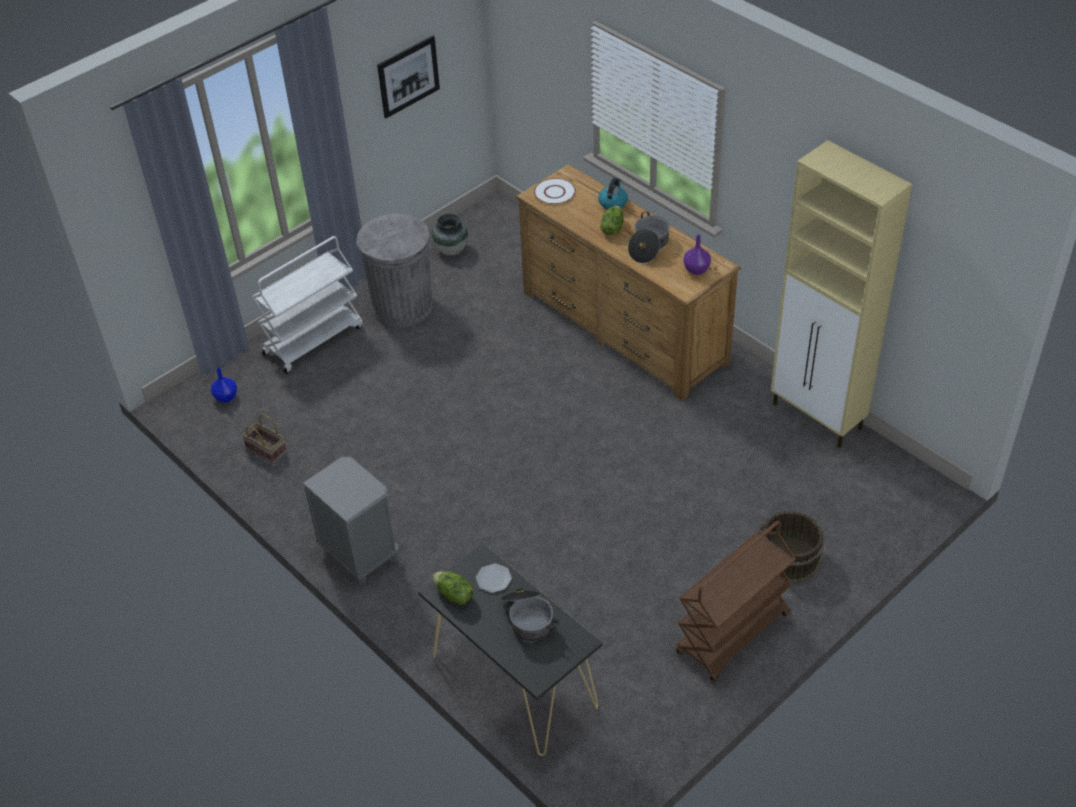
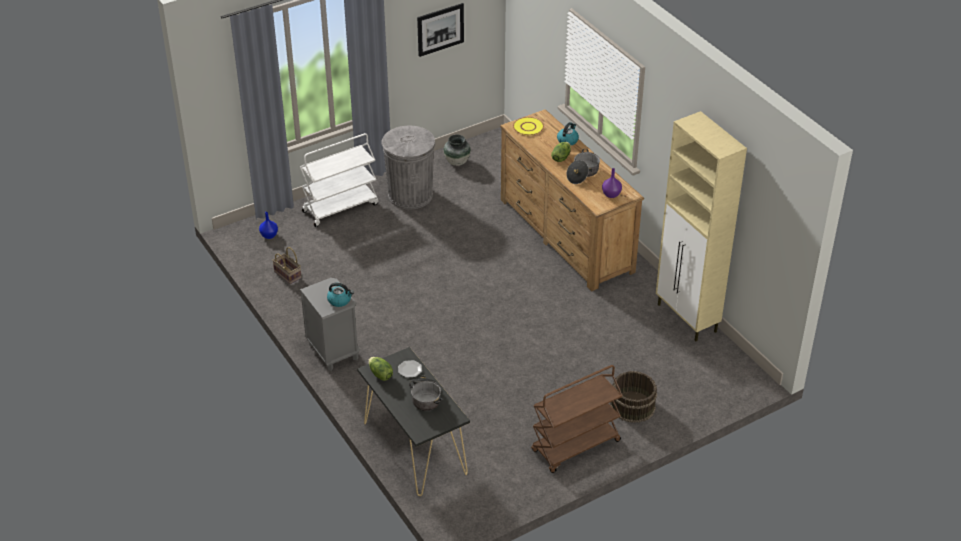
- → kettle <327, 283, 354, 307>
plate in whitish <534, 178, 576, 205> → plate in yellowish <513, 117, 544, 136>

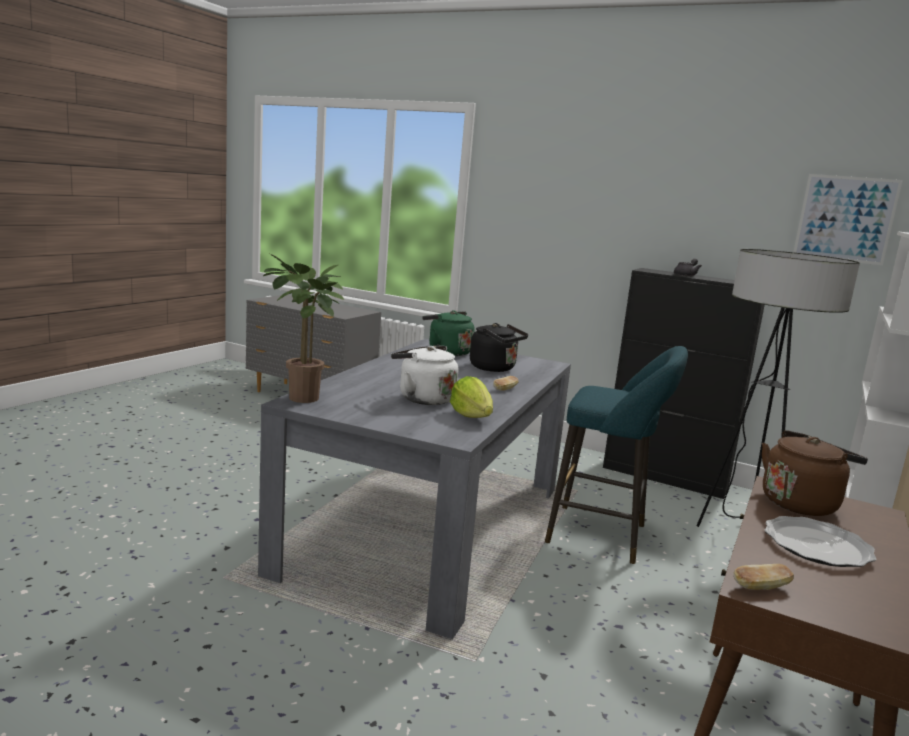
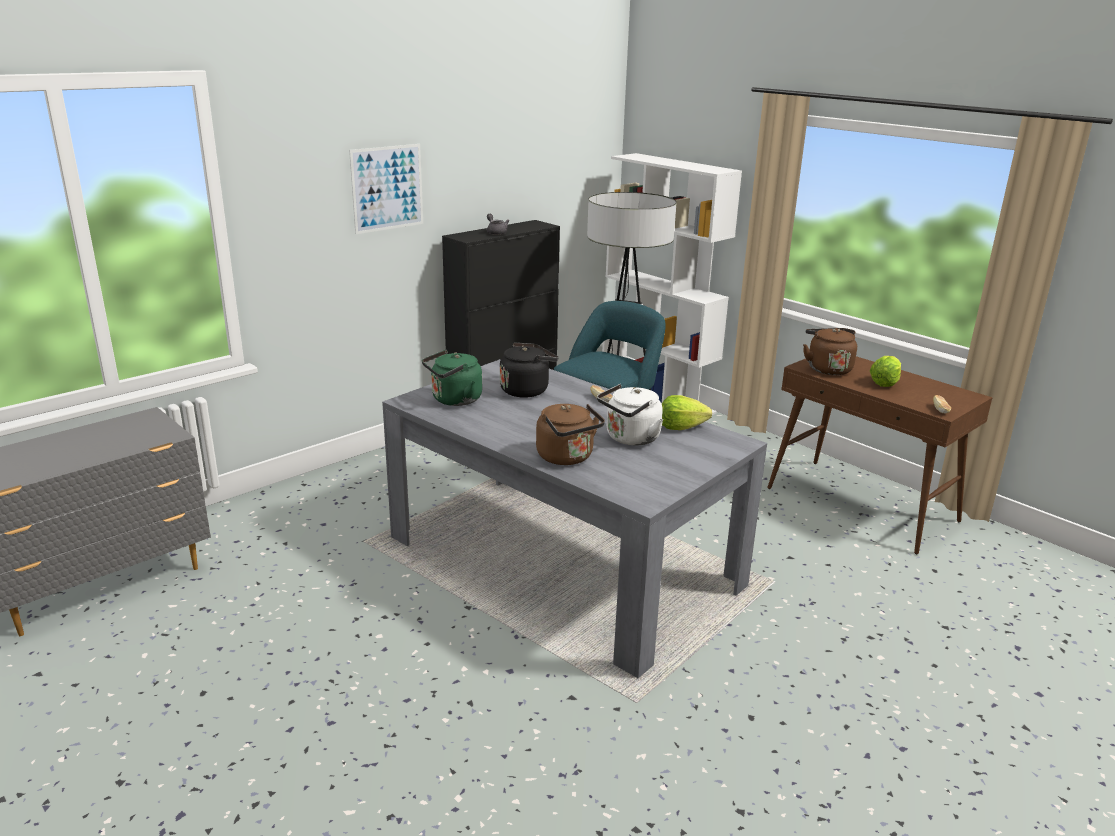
picture <793, 174, 903, 265> → picture <349, 144, 423, 234>, relocated
- → kettle in brown <536, 404, 605, 465>
plate <765, 516, 877, 567> → head of lettuce <870, 356, 901, 387>
plant in a pot <263, 254, 344, 403> → -

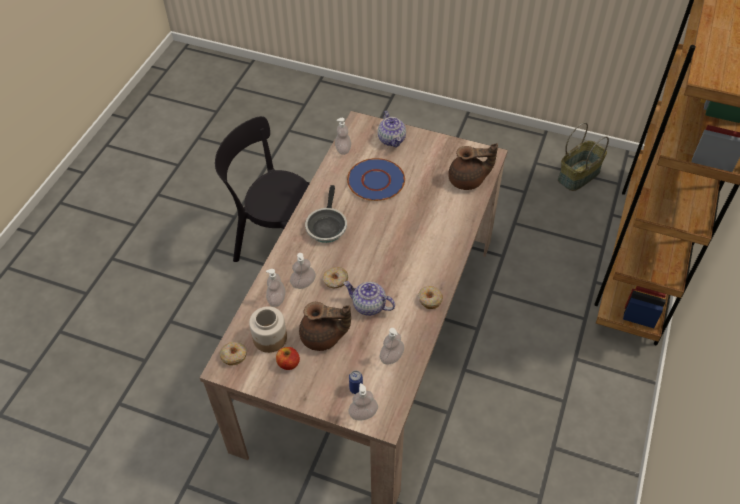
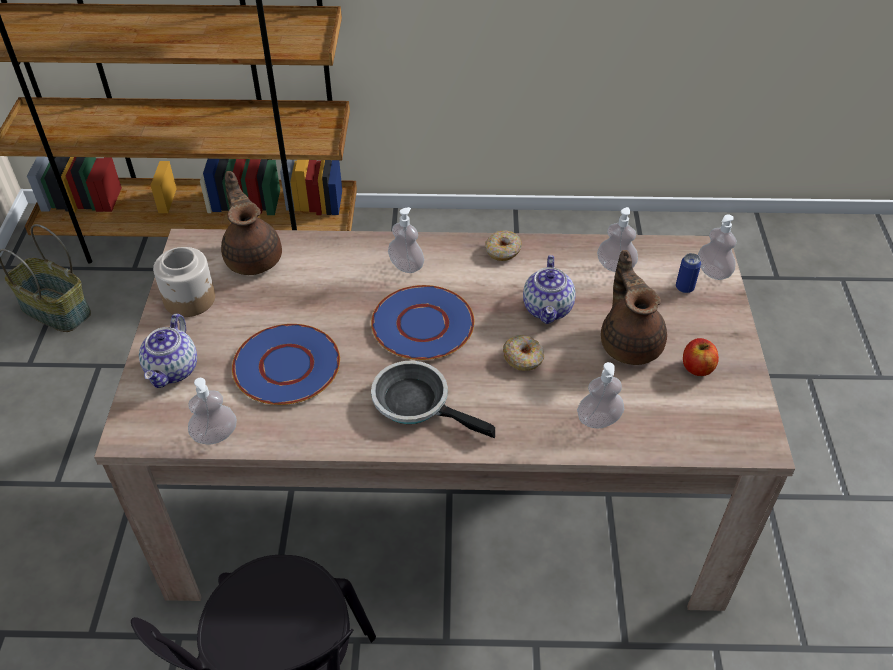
tea pot <378, 111, 406, 147> → tea pot <139, 314, 197, 388>, 135 degrees clockwise
jar <249, 306, 287, 353> → jar <153, 247, 215, 317>, relocated
- → plate in bluish <371, 285, 475, 360>
pan <305, 185, 347, 243> → pan <371, 361, 495, 438>, 135 degrees counterclockwise
soap bottle <290, 253, 316, 289> → soap bottle <388, 207, 424, 273>, relocated
donut <220, 342, 247, 365> → -

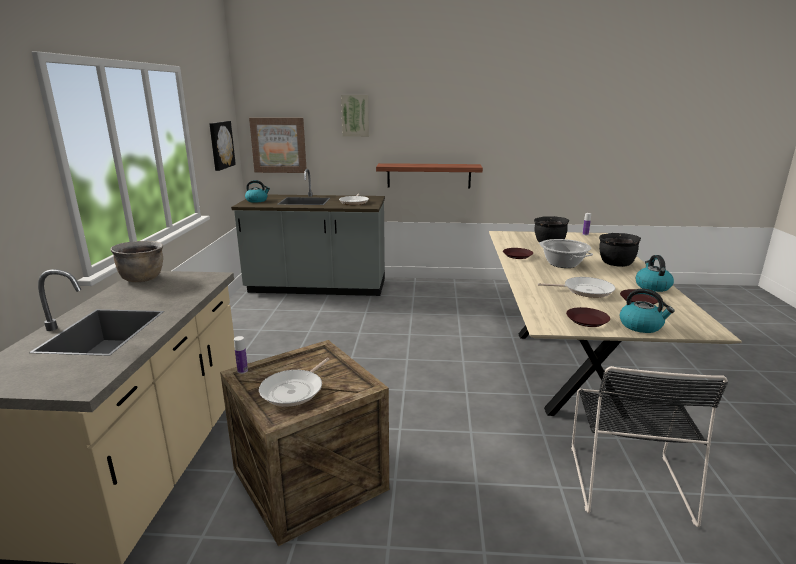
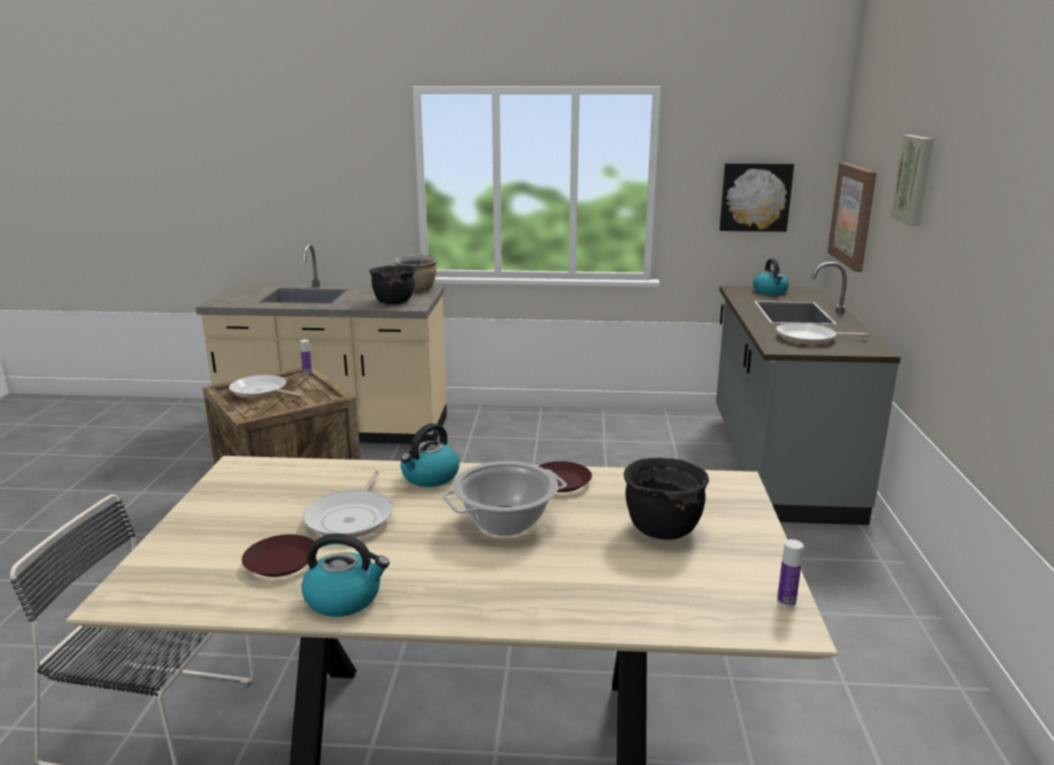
saucepot in black <599, 233, 641, 267> → saucepot in black <369, 266, 415, 304>, relocated
kettle <620, 288, 675, 333> → kettle <400, 423, 460, 487>, relocated
shelf <376, 163, 483, 188> → -
plate in brown <566, 307, 610, 327> → -

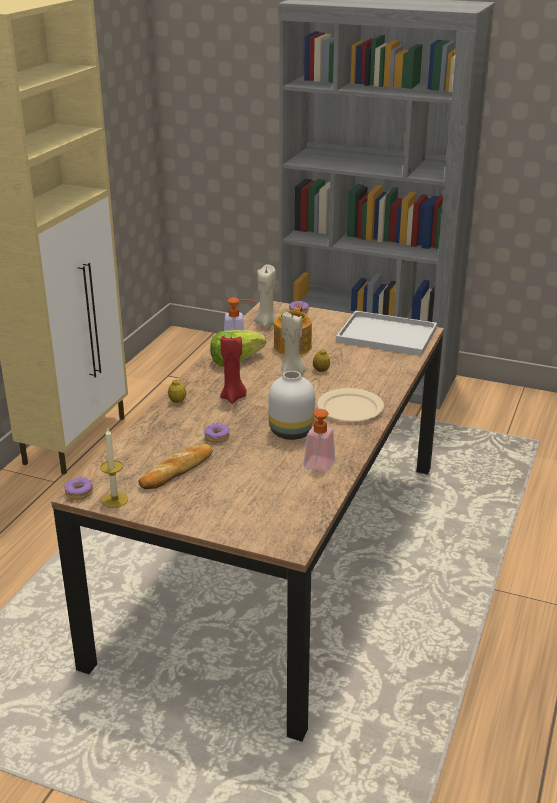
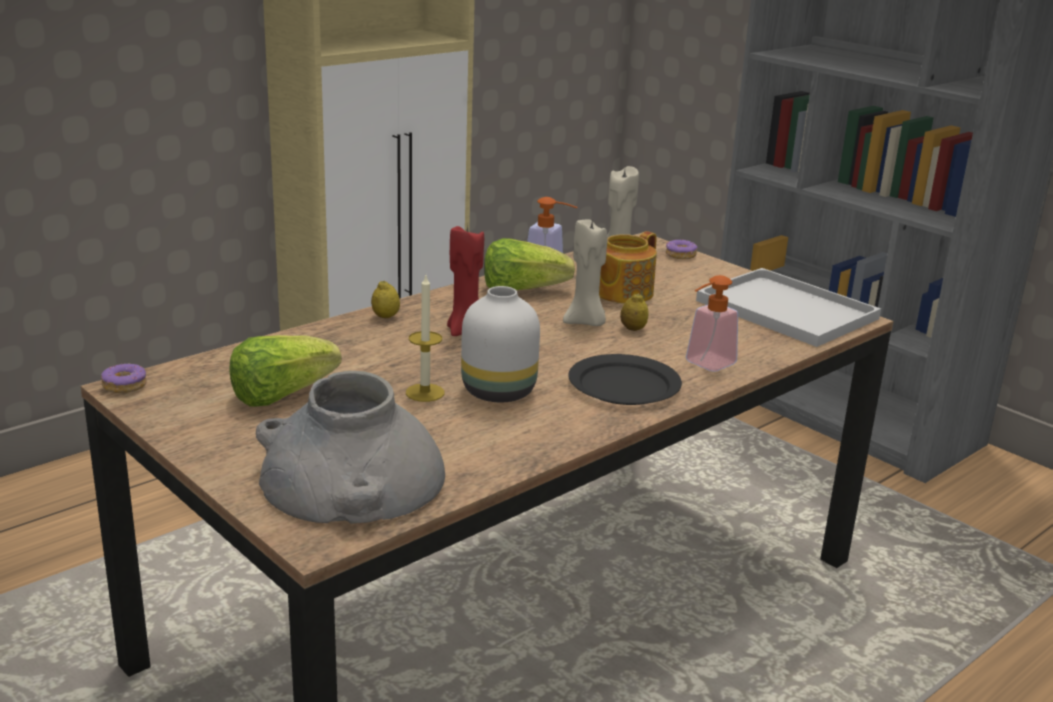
bakery bread <138, 444, 213, 489> → head of lettuce <230, 335, 342, 407>
- → vase in greyish <256, 371, 445, 524>
wax candle <100, 429, 128, 508> → wax candle <406, 275, 444, 402>, relocated
plate in beige-coloured <317, 388, 384, 421> → plate in black <568, 354, 682, 405>
soap bottle <304, 409, 335, 472> → soap bottle <686, 275, 738, 372>, relocated
donut <204, 423, 230, 443> → -

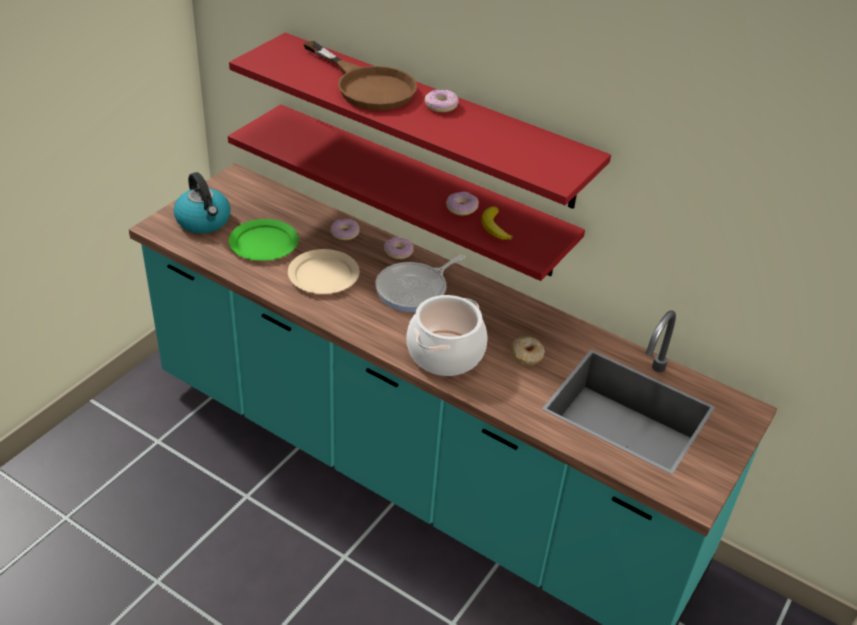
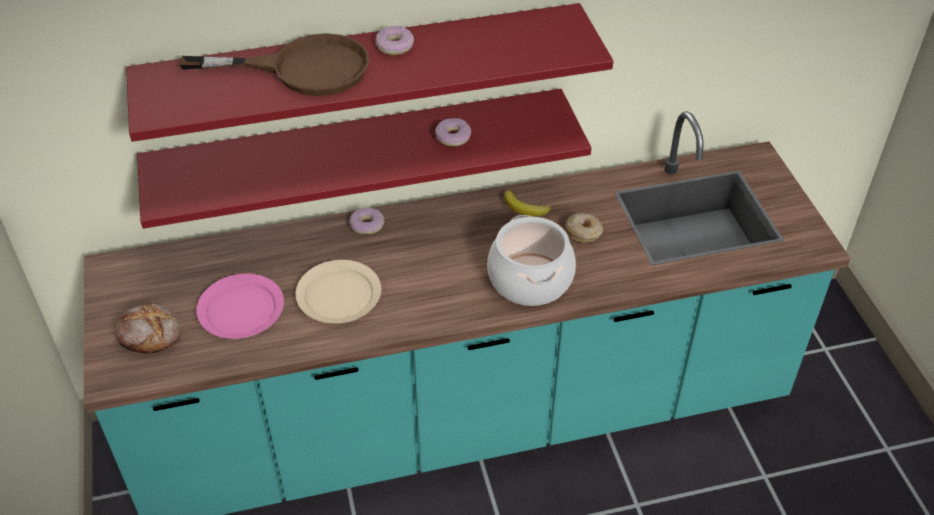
kettle <174, 172, 230, 234> → bakery bread <115, 303, 181, 354>
plate in greenish <229, 219, 299, 261> → plate in pink <196, 273, 284, 339>
banana fruit <481, 206, 513, 240> → banana fruit <504, 190, 551, 216>, relocated
donut <330, 219, 360, 240> → -
pan <376, 254, 465, 312> → -

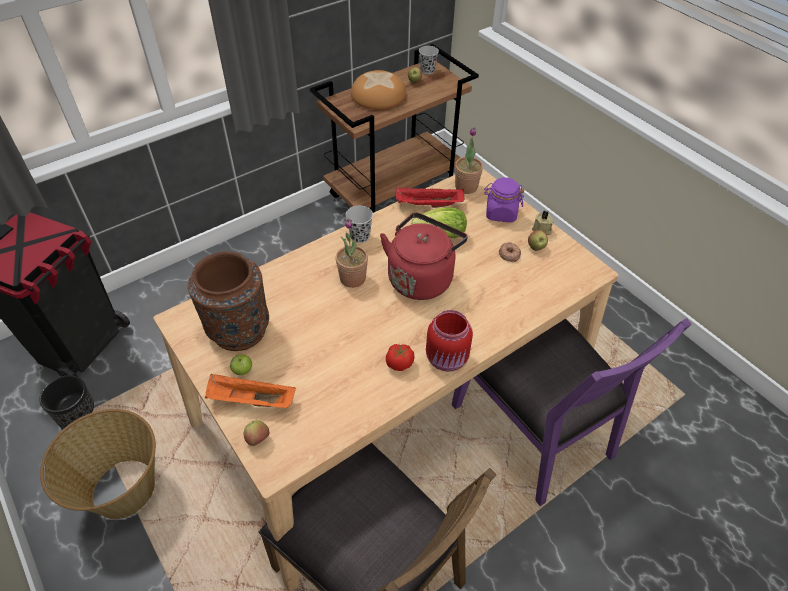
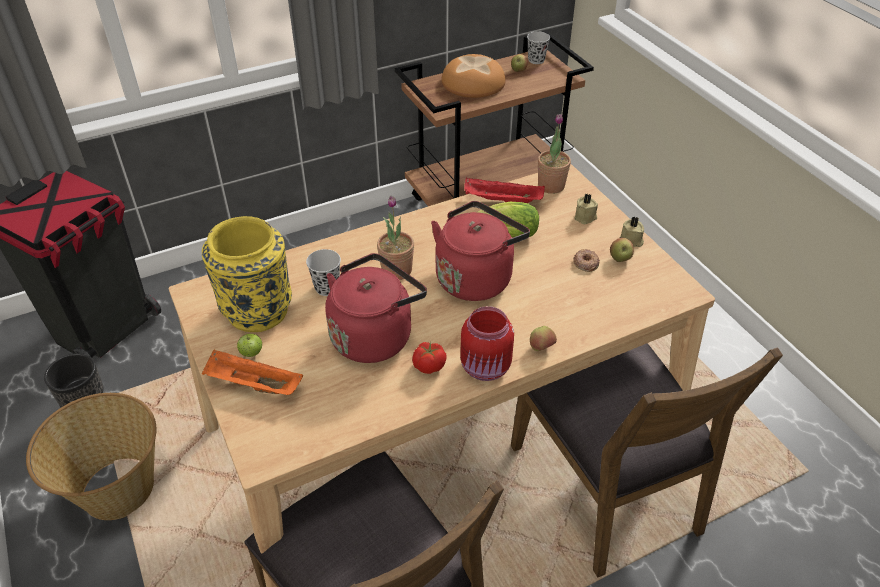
vase in brown <188, 251, 269, 351> → vase in yellowish <202, 216, 292, 332>
small cup in black <346, 206, 373, 243> → small cup in black <306, 249, 341, 296>, relocated
- → kettle in red-coloured <325, 253, 427, 363>
plain chair in purple <452, 318, 692, 506> → plain chair in brown <511, 343, 783, 578>
apple <244, 420, 269, 446> → apple <530, 326, 557, 351>, relocated
jar in purple <484, 177, 525, 222> → wax candle in beige-coloured <574, 194, 598, 225>

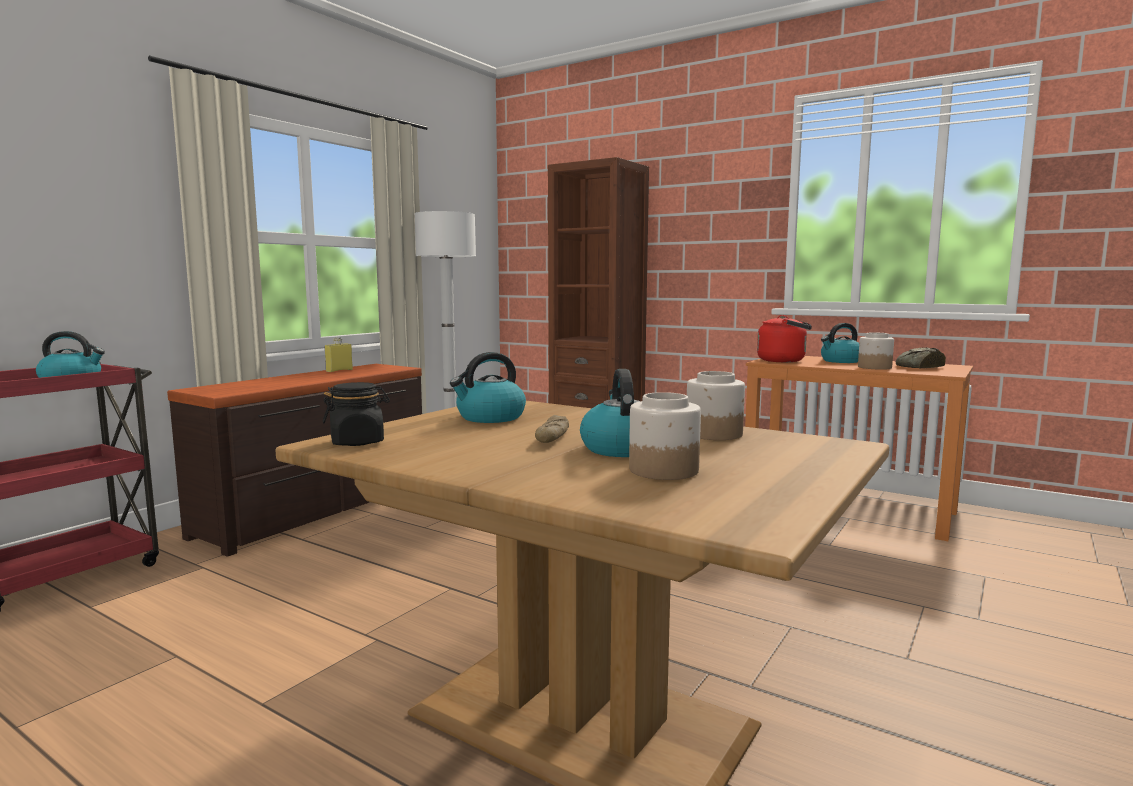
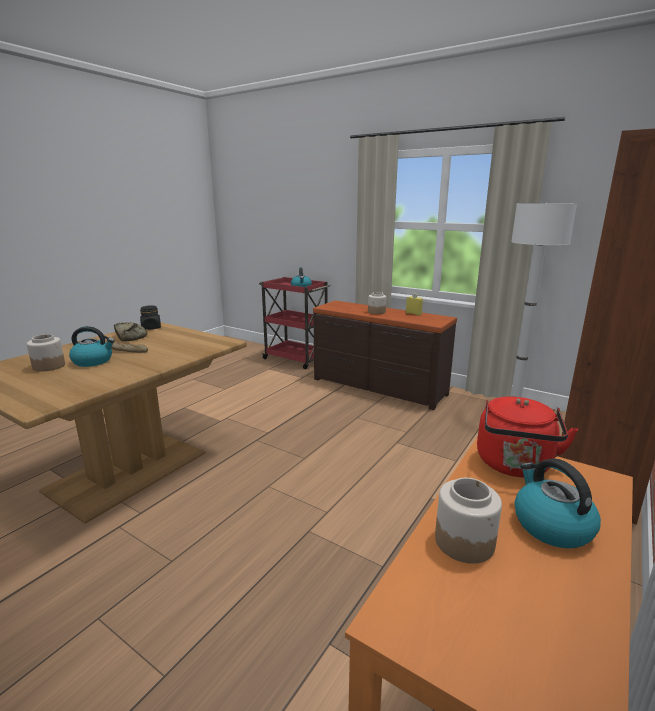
bakery bread <896, 347, 946, 368> → bakery bread <114, 322, 147, 342>, relocated
jar <687, 371, 745, 440> → jar <368, 292, 386, 314>, relocated
kettle <450, 352, 526, 423> → -

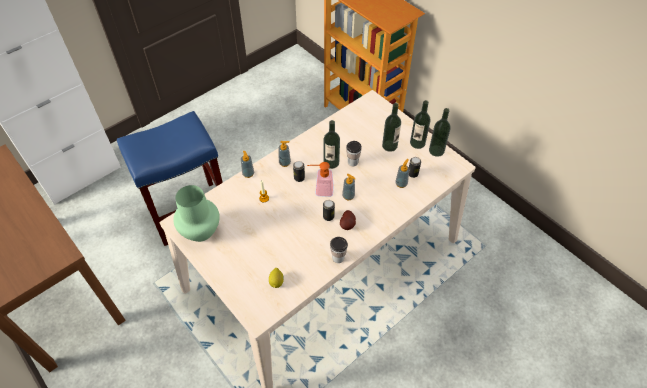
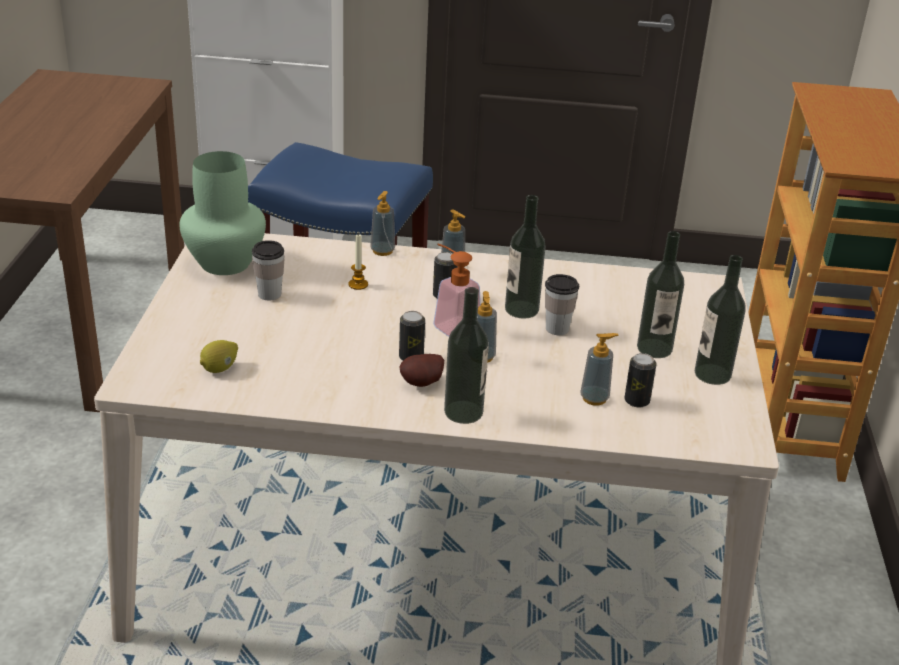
small cup <330, 237, 348, 263> → small cup <252, 240, 285, 300>, relocated
beverage bottle <429, 108, 451, 157> → beverage bottle <444, 287, 489, 424>, relocated

